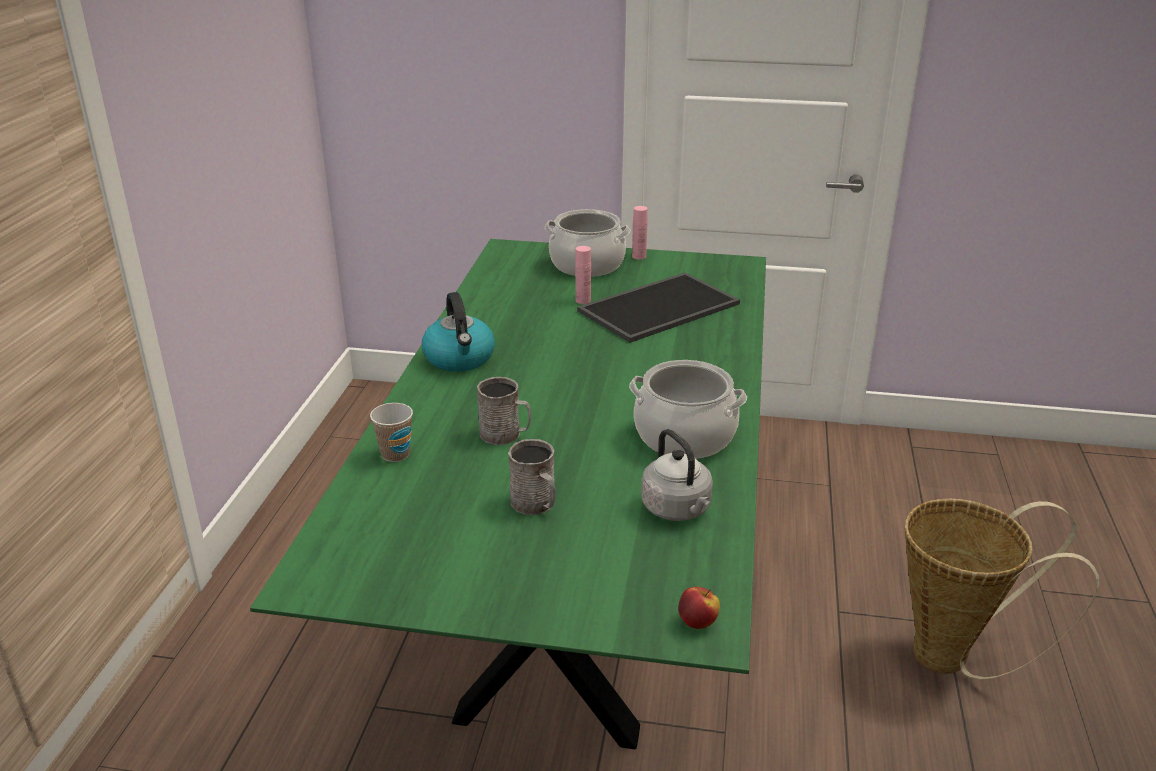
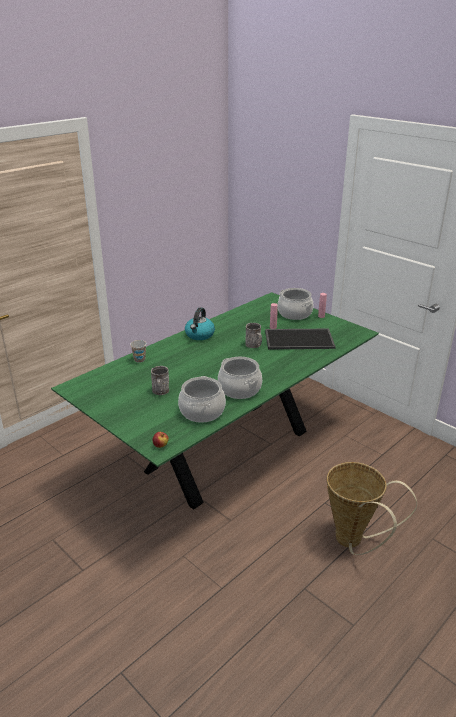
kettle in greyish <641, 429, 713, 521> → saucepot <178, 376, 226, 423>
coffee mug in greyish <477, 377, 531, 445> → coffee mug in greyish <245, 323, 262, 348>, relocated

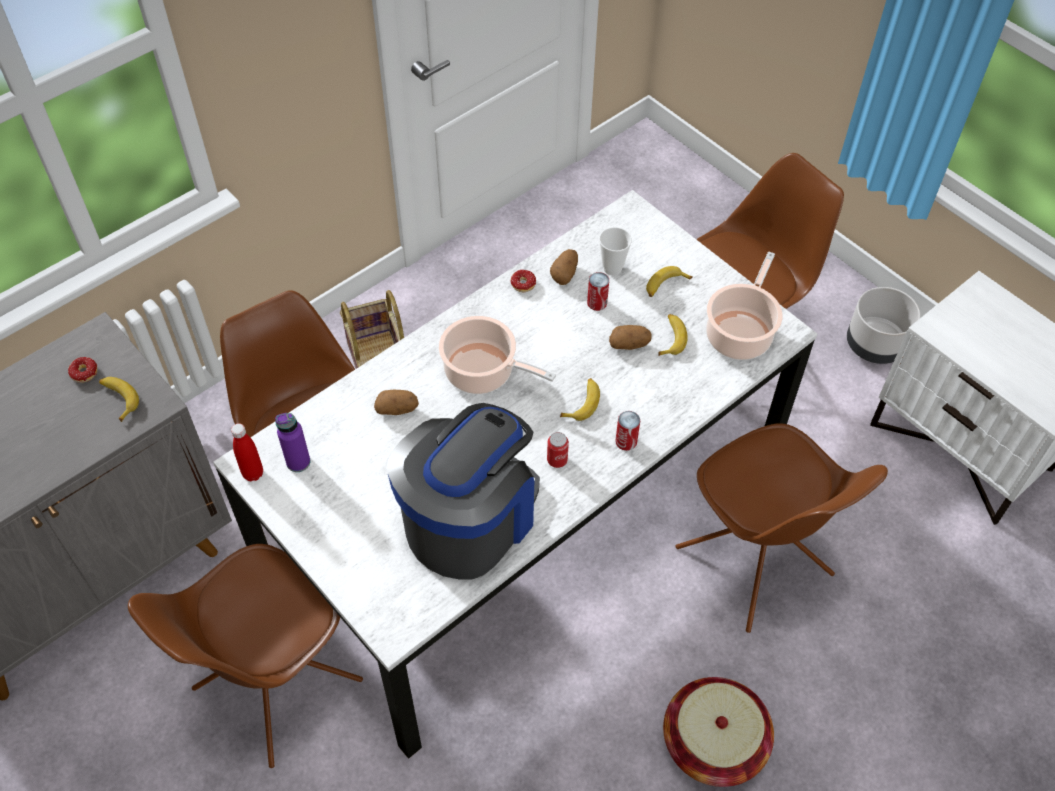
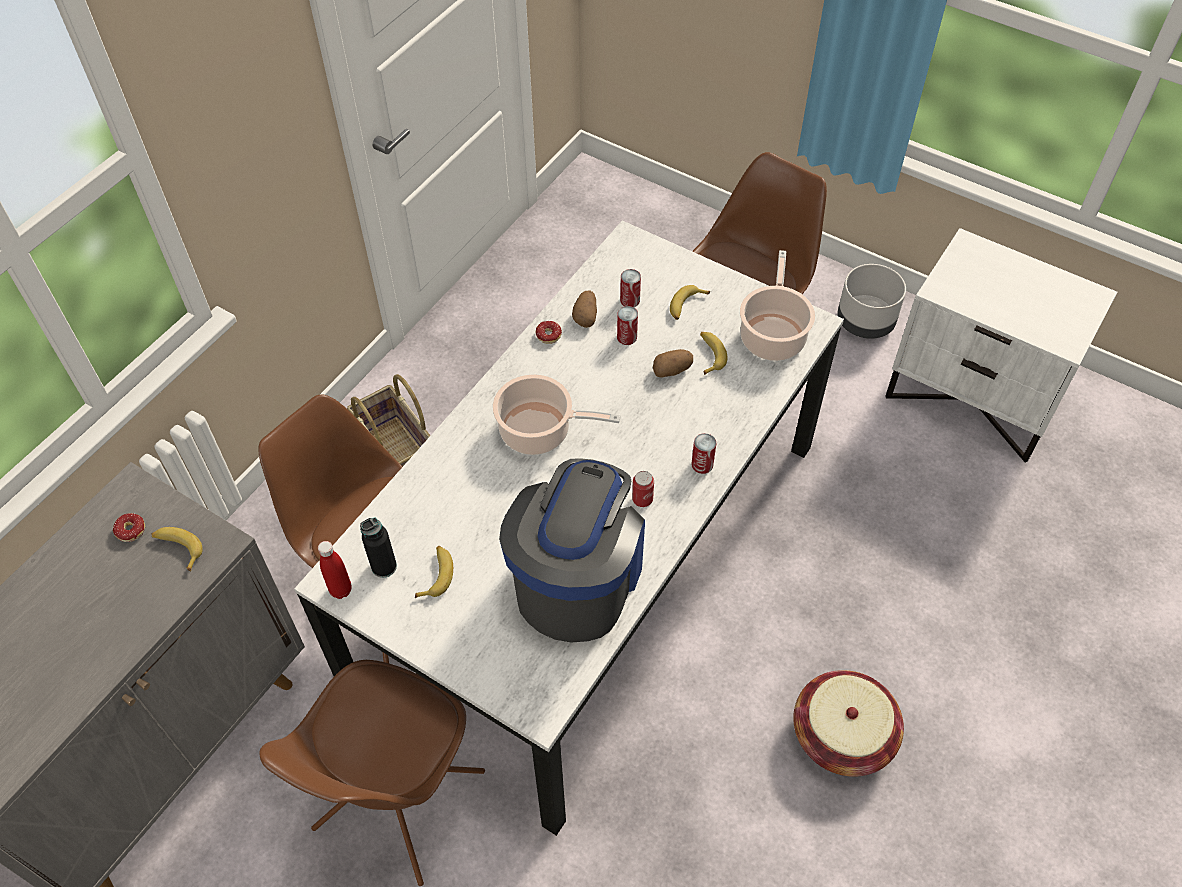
beverage bottle in purple <275, 413, 310, 472> → beverage bottle in black <360, 517, 397, 578>
banana fruit <560, 378, 600, 421> → banana fruit <415, 546, 453, 598>, relocated
small cup <599, 227, 632, 275> → can <620, 269, 641, 307>
potato <374, 390, 419, 415> → -
plain chair in brown <676, 423, 888, 633> → -

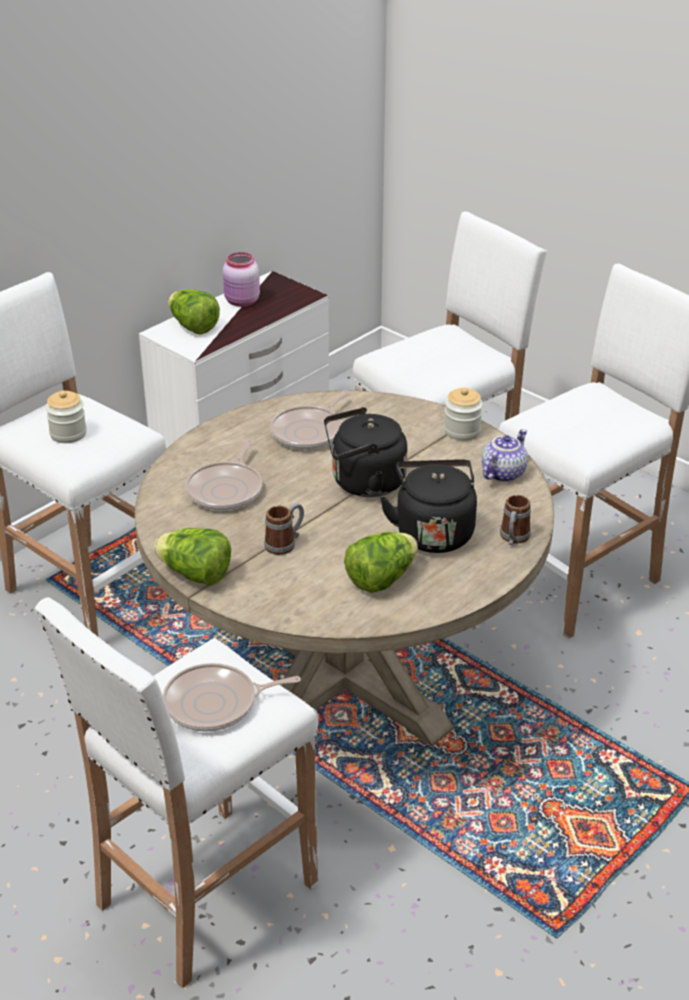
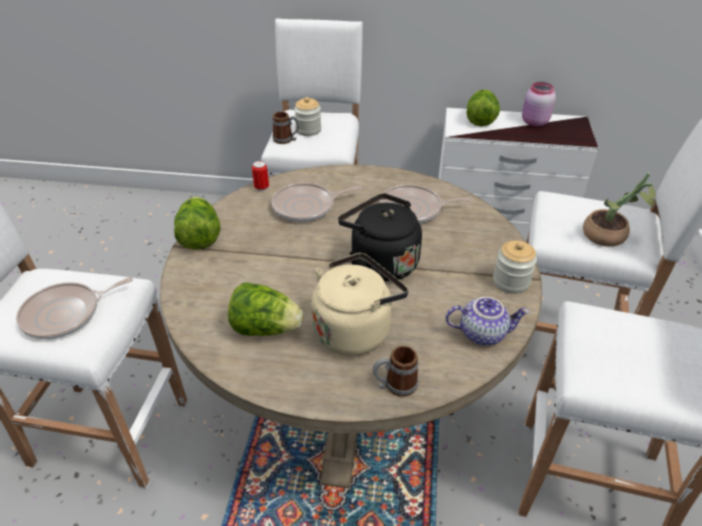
pan <163, 663, 301, 732> → pan <16, 277, 133, 339>, 75 degrees counterclockwise
- → can <252, 161, 269, 191>
coffee mug <264, 503, 304, 555> → coffee mug <272, 112, 300, 144>, relocated
kettle in black <380, 459, 477, 553> → kettle in beige-coloured <312, 253, 409, 355>
- → plant in a pot <583, 173, 656, 247>

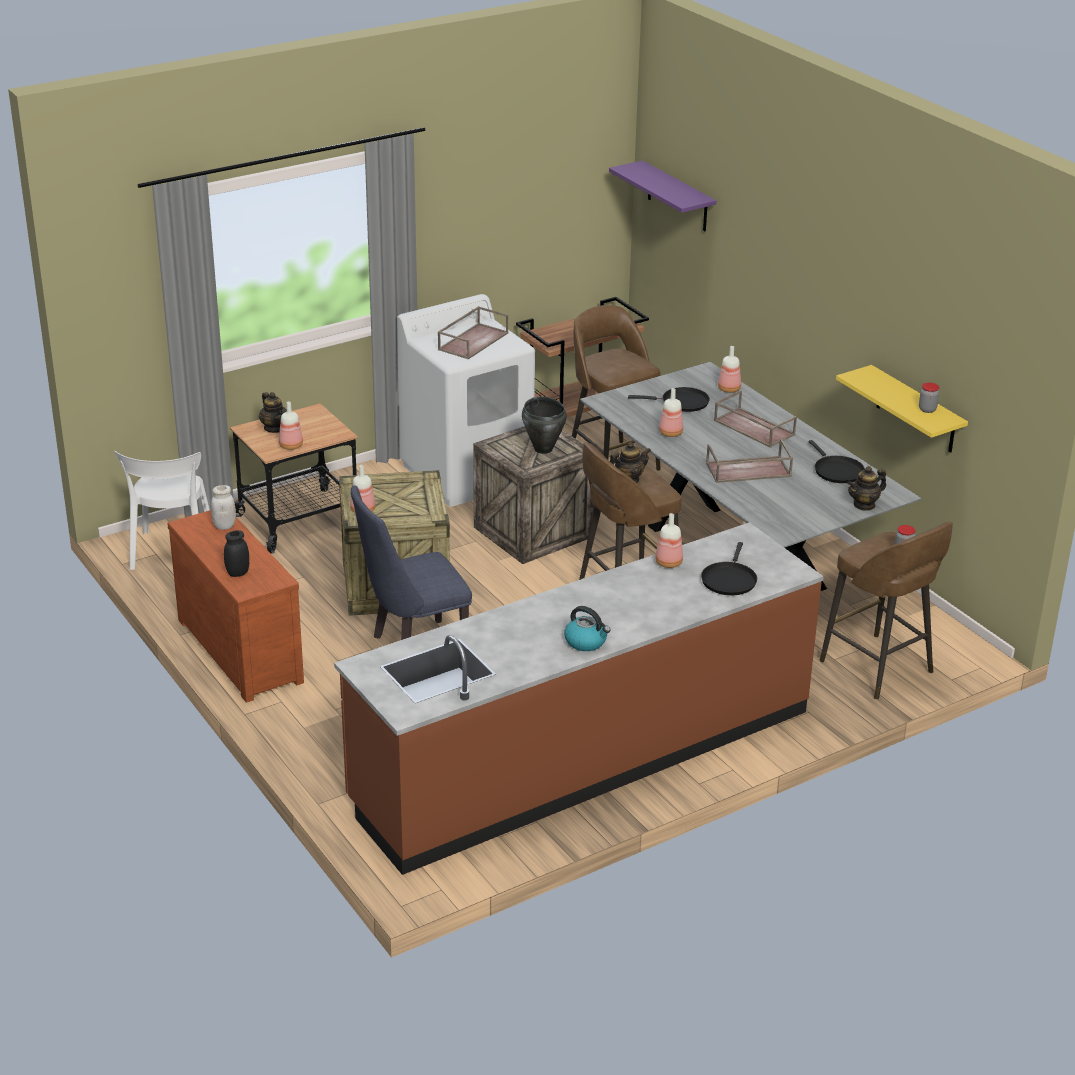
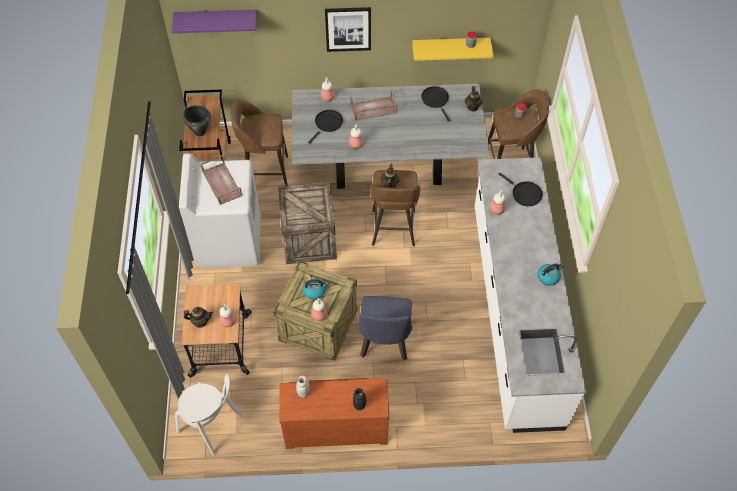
saucepot in black <522, 396, 567, 454> → saucepot in black <183, 105, 211, 136>, relocated
- → kettle <303, 279, 329, 300>
- → picture <325, 7, 371, 52>
pan in black <809, 440, 865, 483> → pan in black <421, 86, 450, 121>, 120 degrees counterclockwise
kitchen base unit in brown <334, 522, 824, 875> → kitchen base unit in whitish <475, 157, 586, 433>
serving tray in brown <706, 439, 793, 483> → -

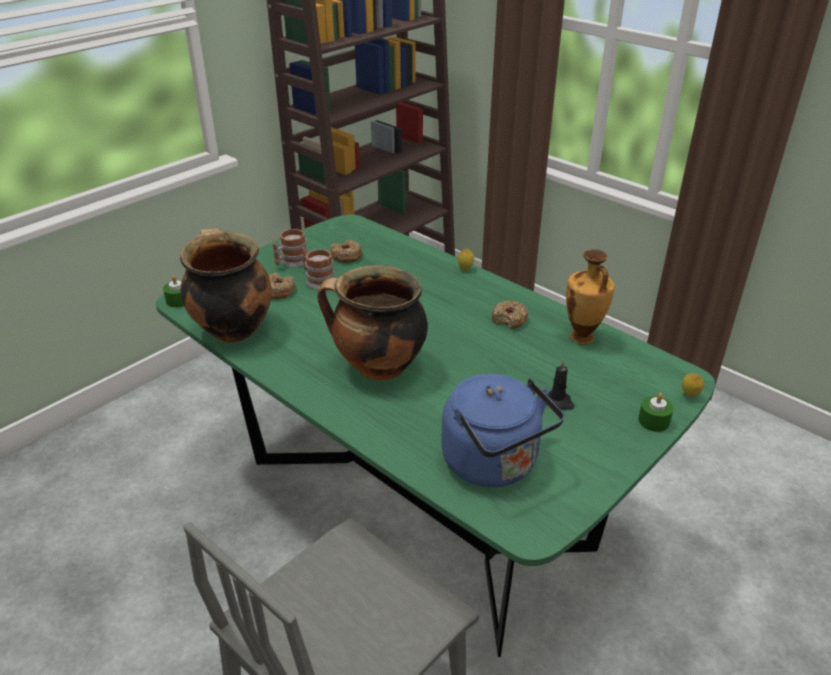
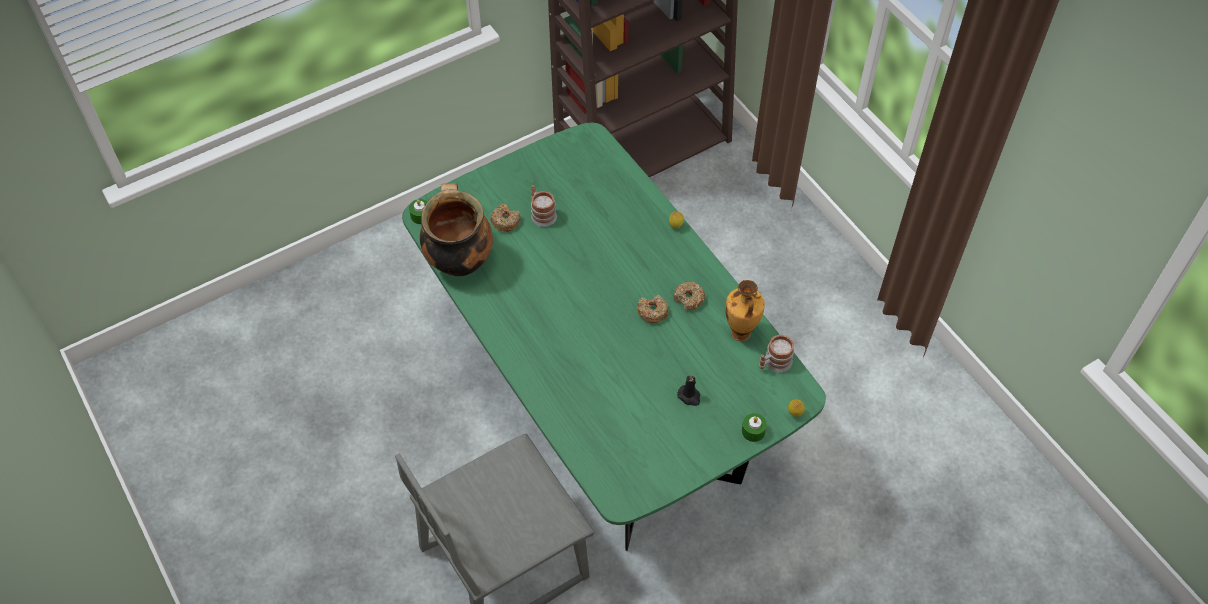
donut <330, 240, 363, 263> → donut <637, 295, 669, 323>, relocated
coffee mug <272, 229, 307, 267> → coffee mug <759, 335, 794, 372>, relocated
saucepot <317, 265, 428, 381> → -
kettle in bluish <441, 374, 564, 487> → -

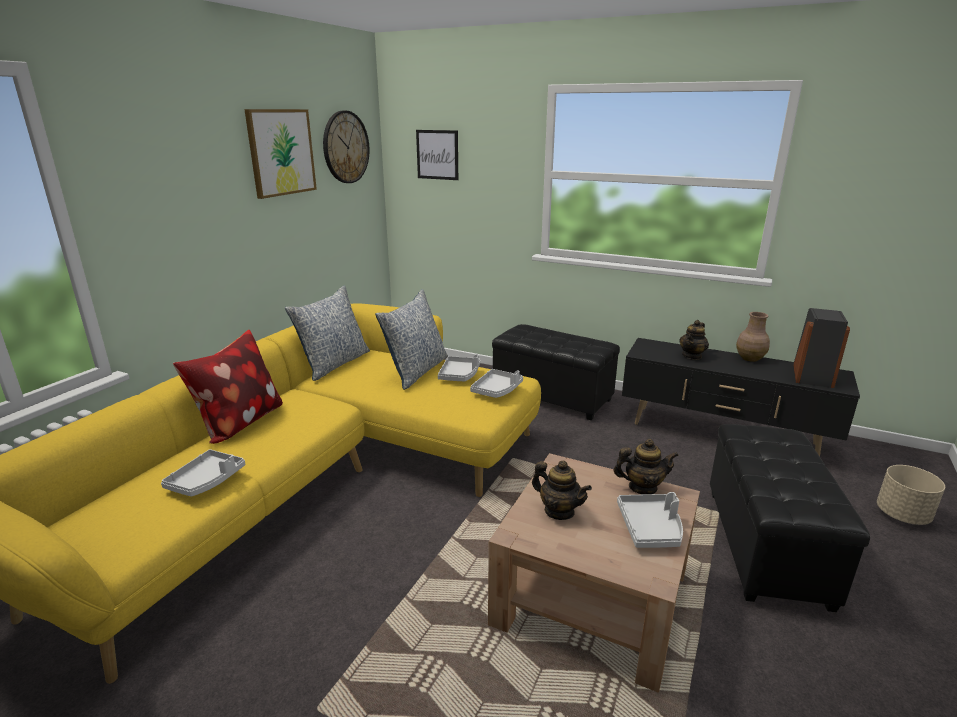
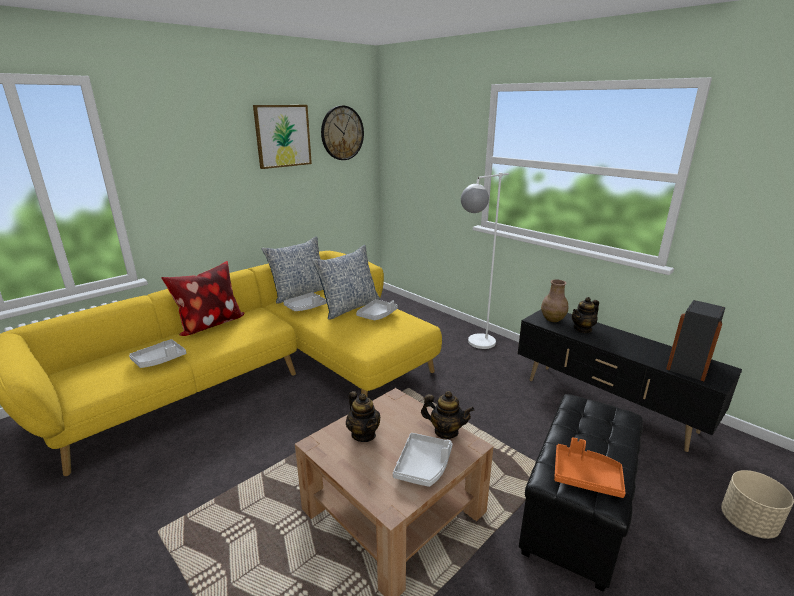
serving tray in greyish <470, 369, 523, 398> → serving tray in greyish <284, 292, 327, 311>, relocated
pouffe in black <492, 324, 620, 420> → floor lamp in whitish <461, 172, 509, 349>
vase in brown <736, 312, 770, 362> → vase in brown <541, 279, 568, 322>, relocated
- → serving tray in orangey <554, 437, 626, 498>
picture <416, 130, 458, 180> → -

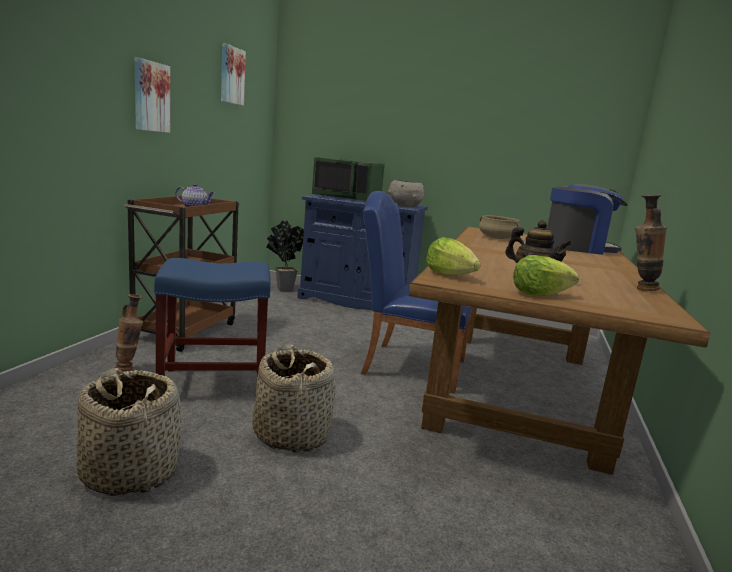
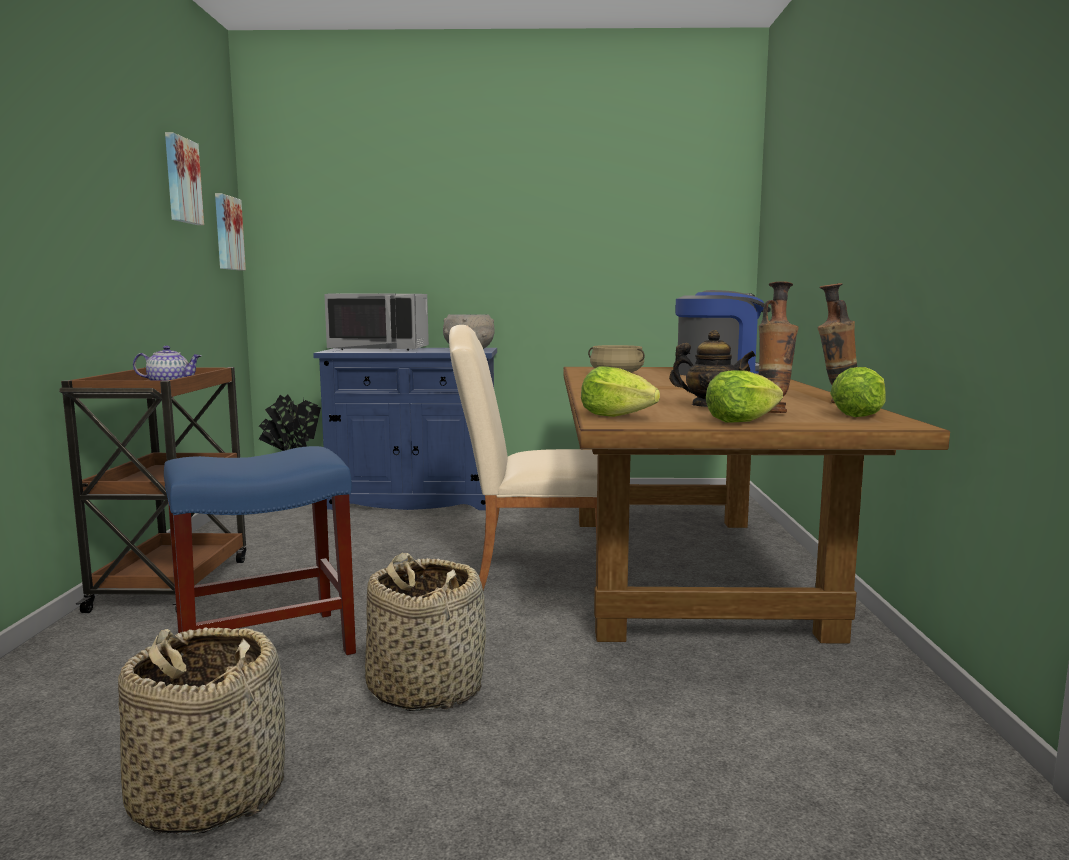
picture <135, 58, 170, 133> → picture <215, 193, 246, 270>, relocated
microwave in greenish <312, 157, 385, 202> → microwave in greyish <324, 294, 429, 351>
plain chair in bluish <361, 191, 472, 394> → plain chair in beige-coloured <449, 325, 598, 590>
vase <115, 294, 143, 371> → vase <759, 281, 799, 413>, relocated
- → head of lettuce <830, 367, 886, 417>

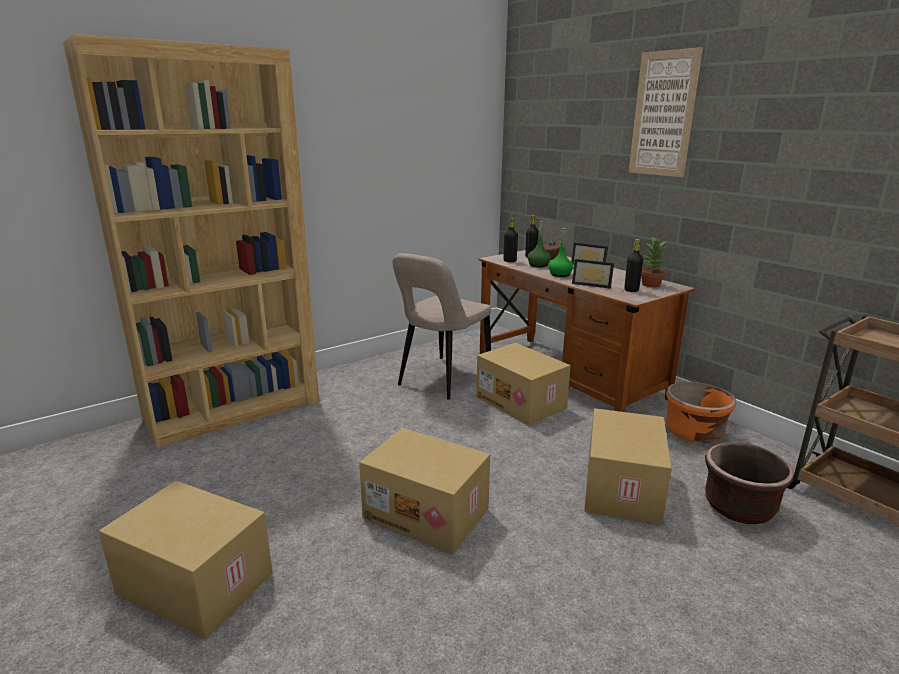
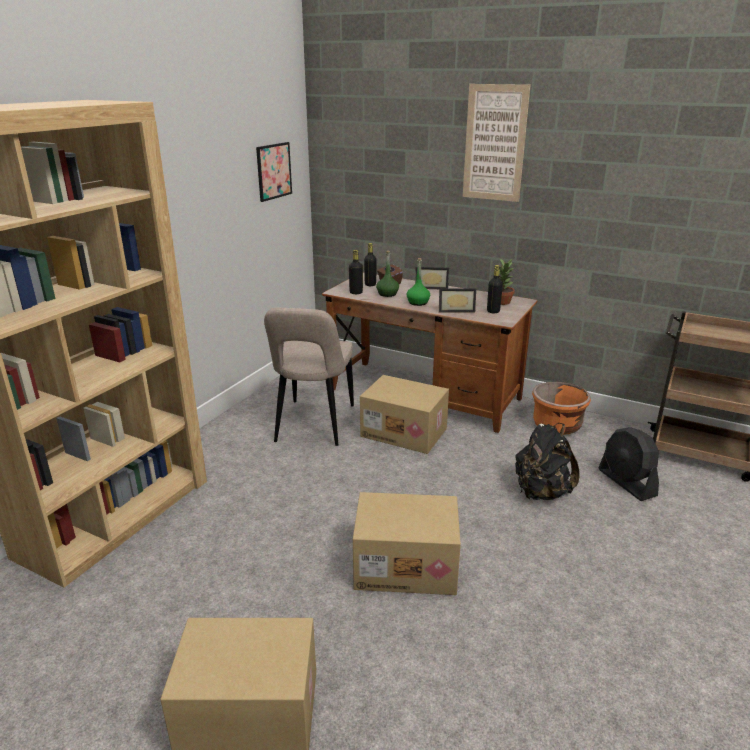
- → picture <256, 142, 292, 202>
carton <584, 408, 672, 525> → rucksack in black <515, 423, 580, 500>
plant pot in brown <705, 442, 794, 524> → electric fan in black <599, 427, 659, 501>

